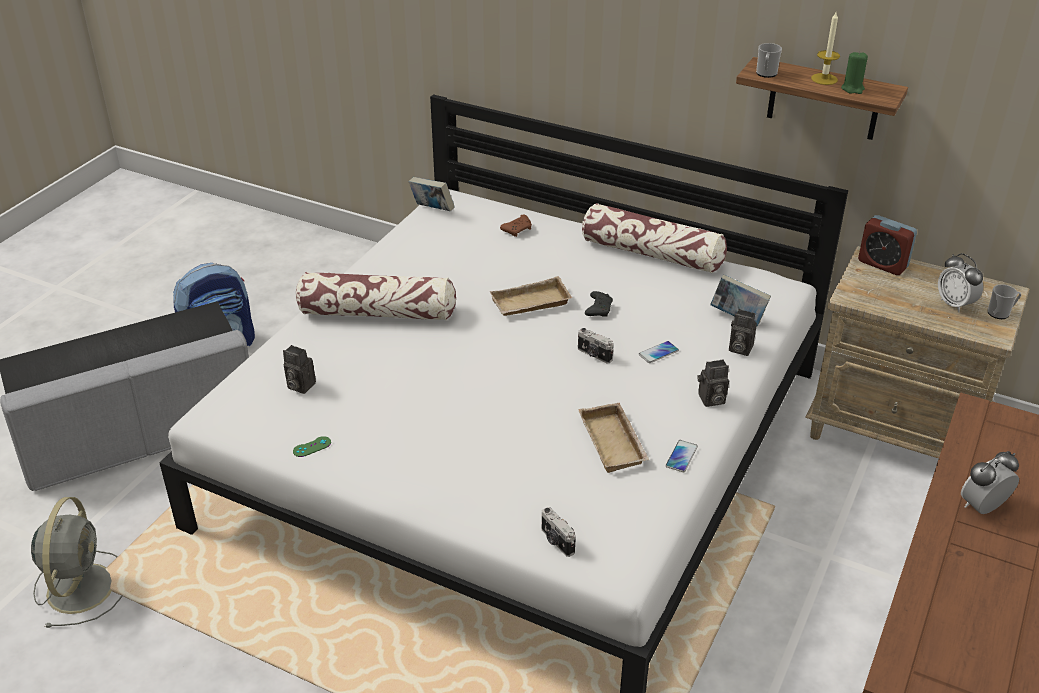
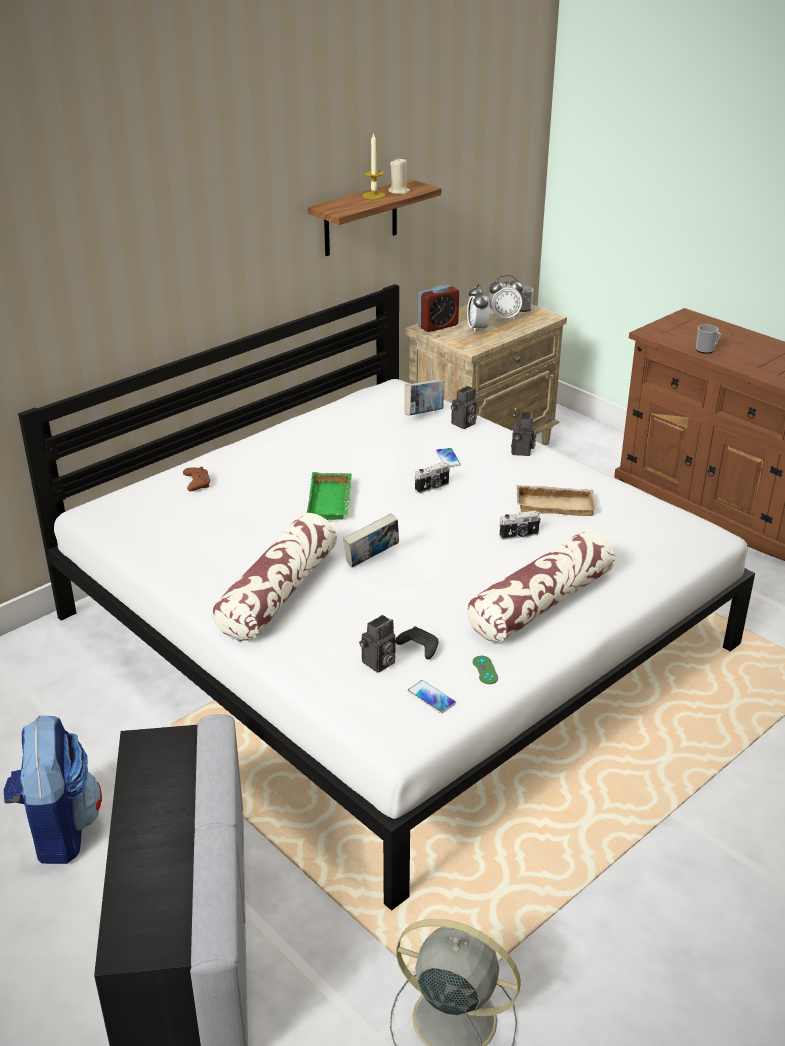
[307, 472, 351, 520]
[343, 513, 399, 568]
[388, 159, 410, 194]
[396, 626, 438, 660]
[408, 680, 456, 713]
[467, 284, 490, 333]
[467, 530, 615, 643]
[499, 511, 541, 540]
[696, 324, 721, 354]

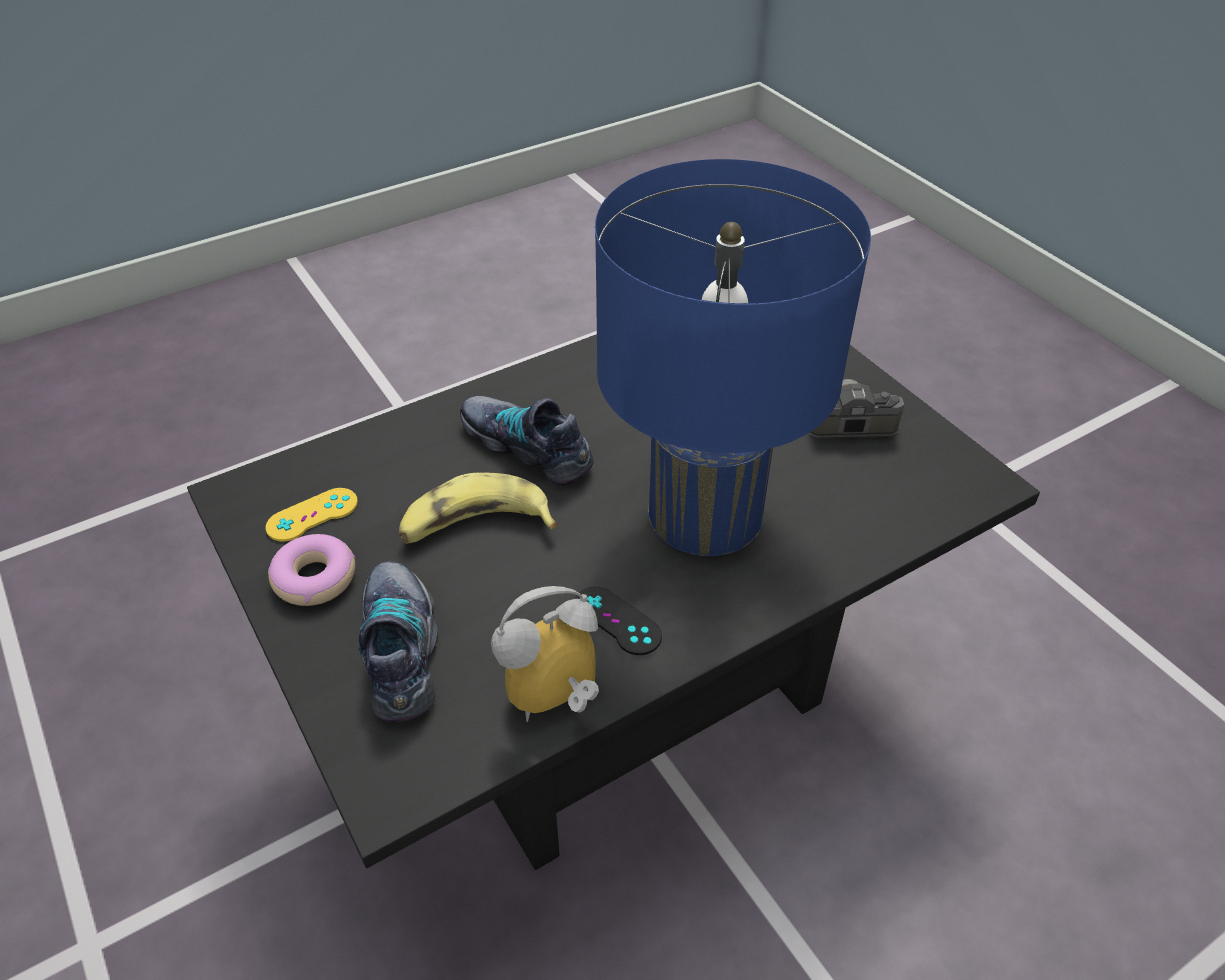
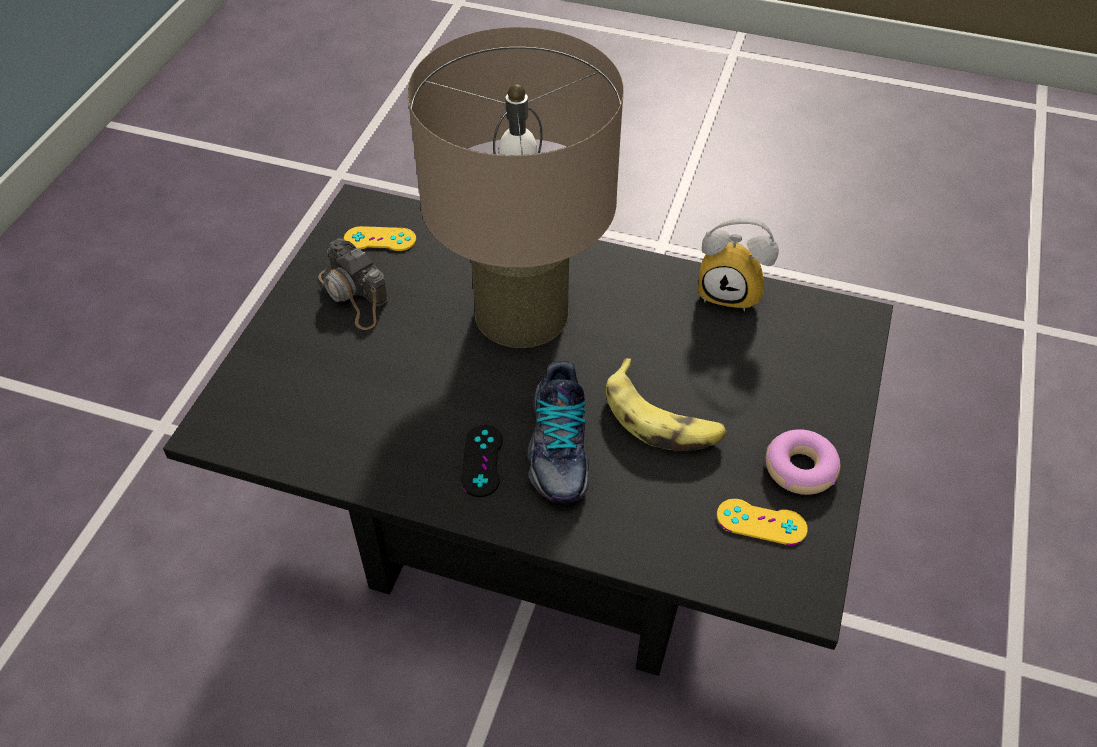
[344, 226, 416, 251]
[407, 27, 624, 348]
[461, 425, 503, 497]
[358, 561, 438, 722] (first image)

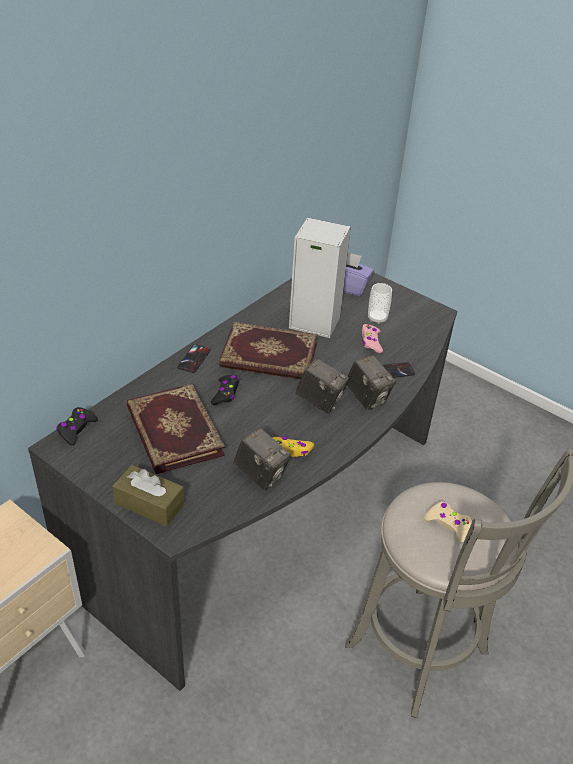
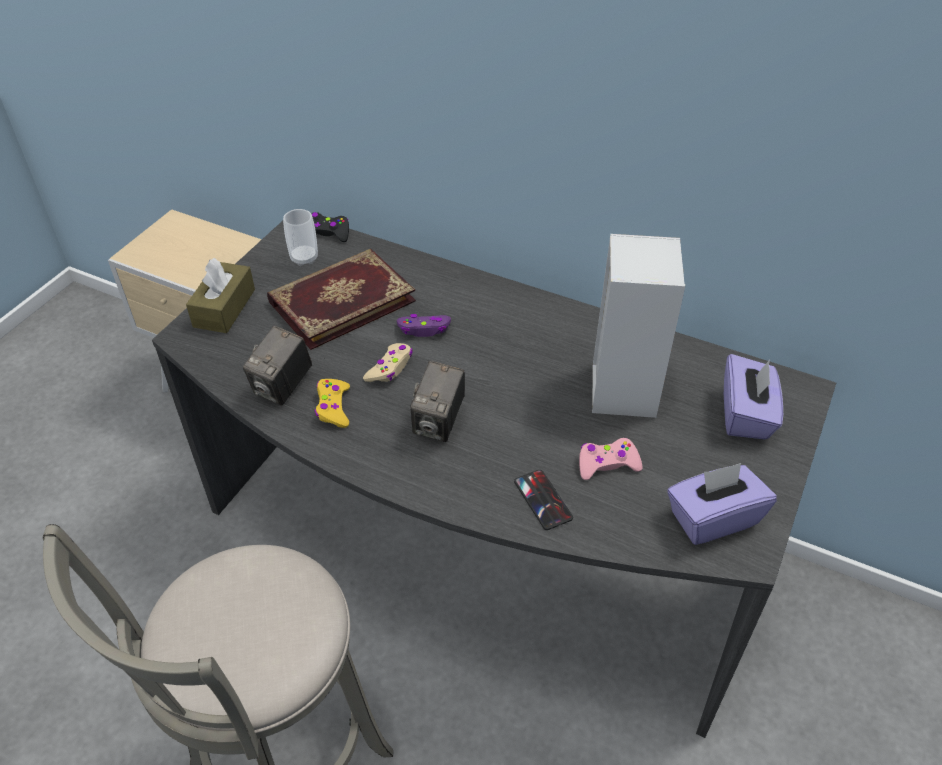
[283, 209, 318, 266]
[363, 343, 413, 382]
[397, 314, 451, 337]
[667, 463, 777, 545]
[177, 344, 211, 373] (first image)
[219, 322, 318, 379] (first image)
[346, 355, 396, 410] (first image)

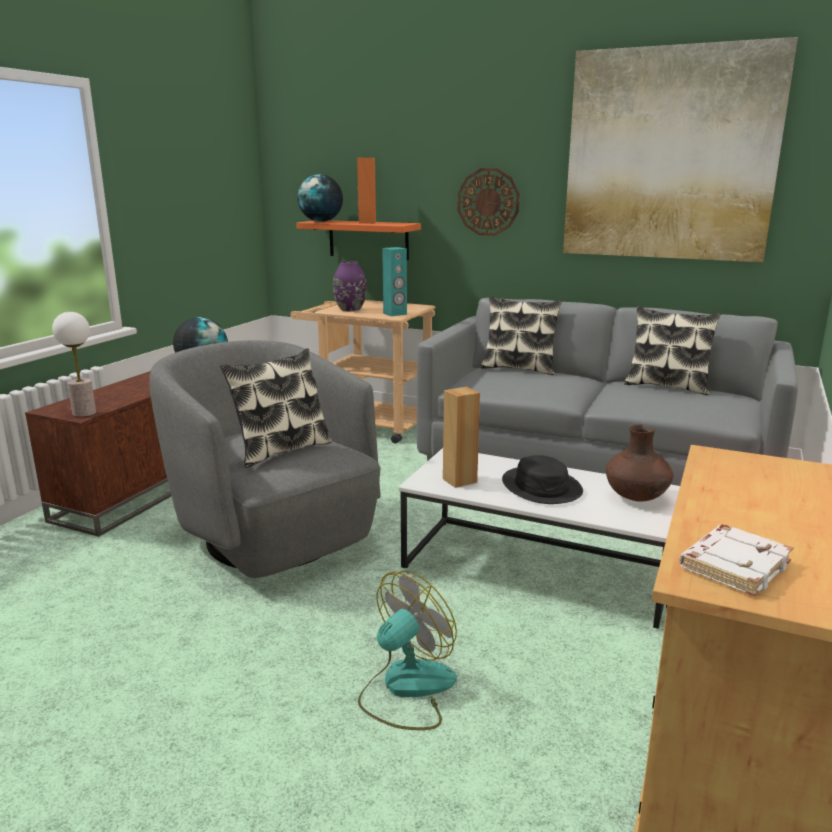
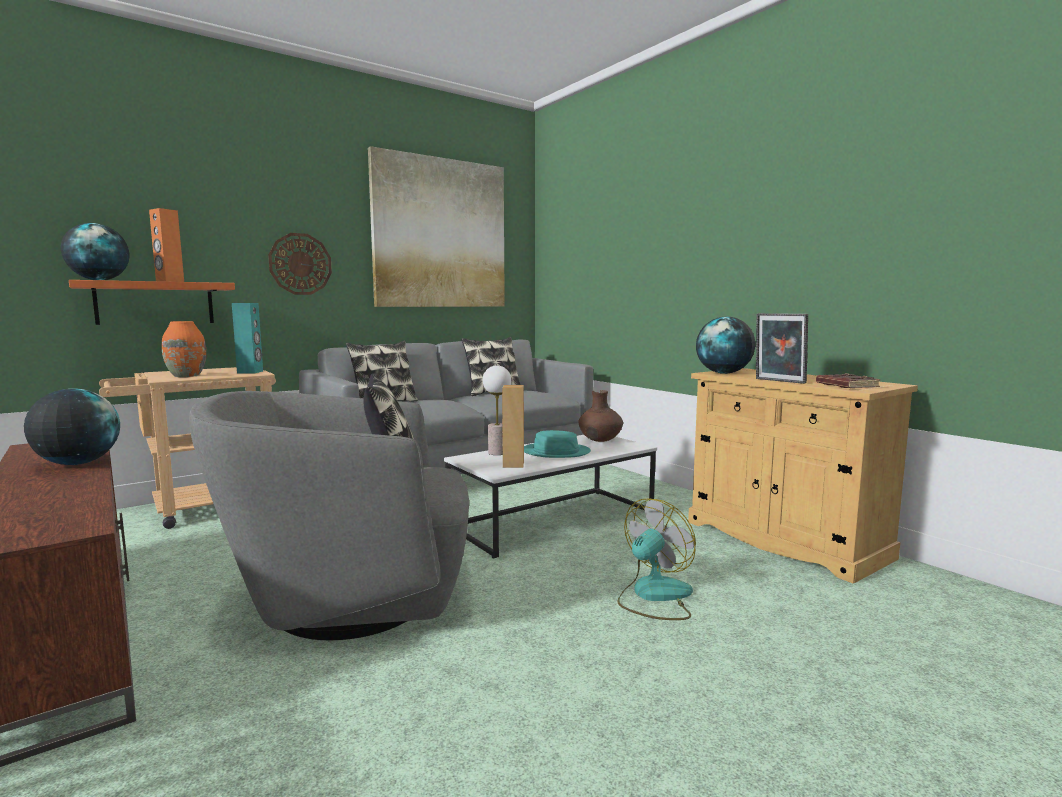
[162, 321, 207, 377]
[483, 365, 511, 455]
[524, 430, 591, 458]
[618, 498, 696, 620]
[696, 316, 755, 374]
[756, 313, 808, 384]
[816, 373, 881, 388]

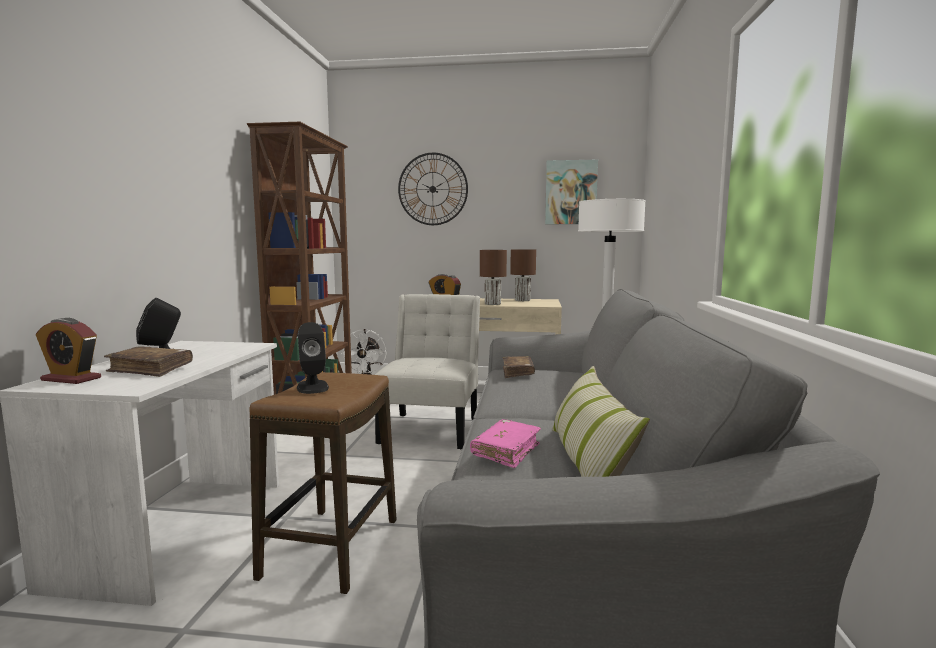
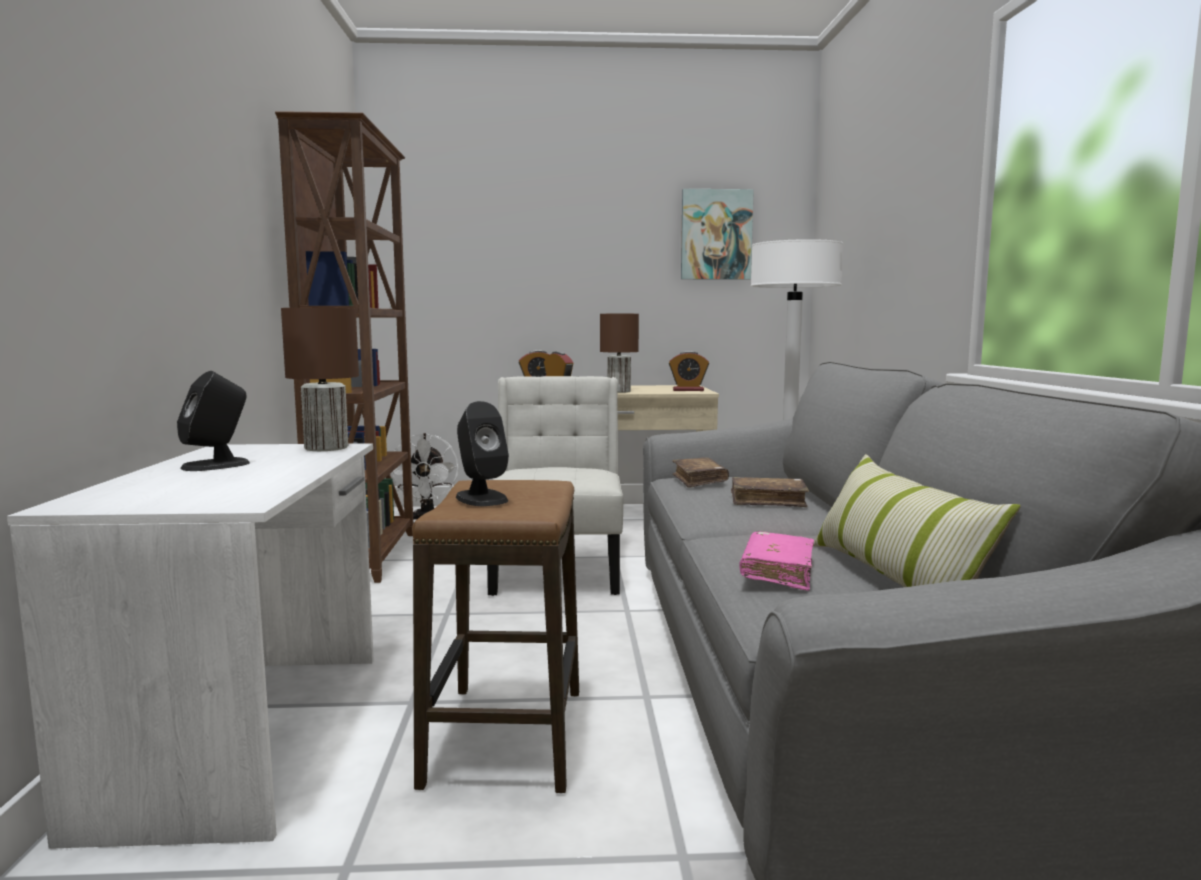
[281, 308, 359, 451]
[669, 351, 709, 391]
[731, 477, 809, 507]
[398, 153, 468, 225] (first image)

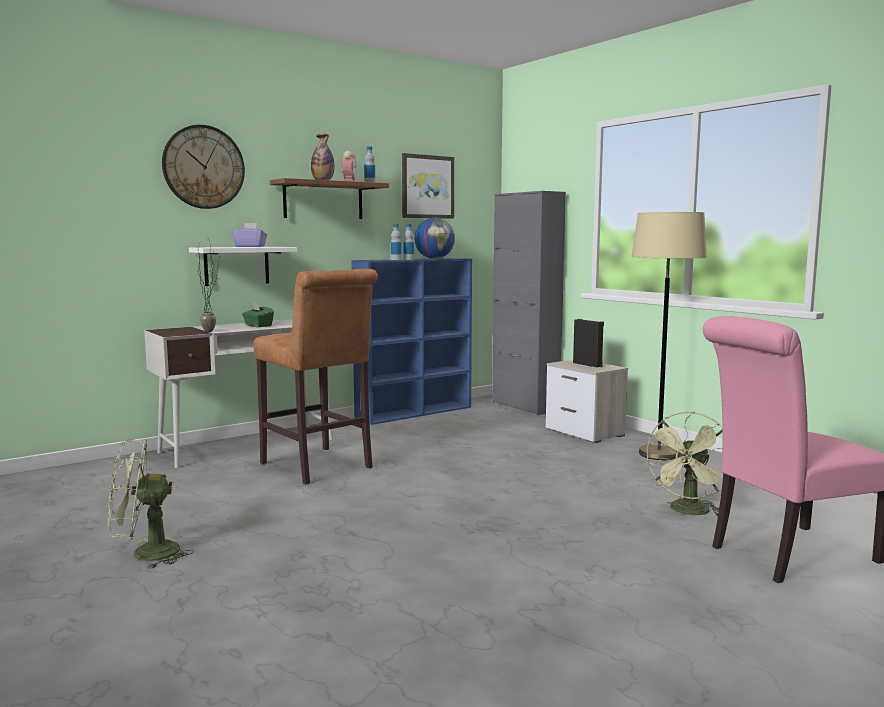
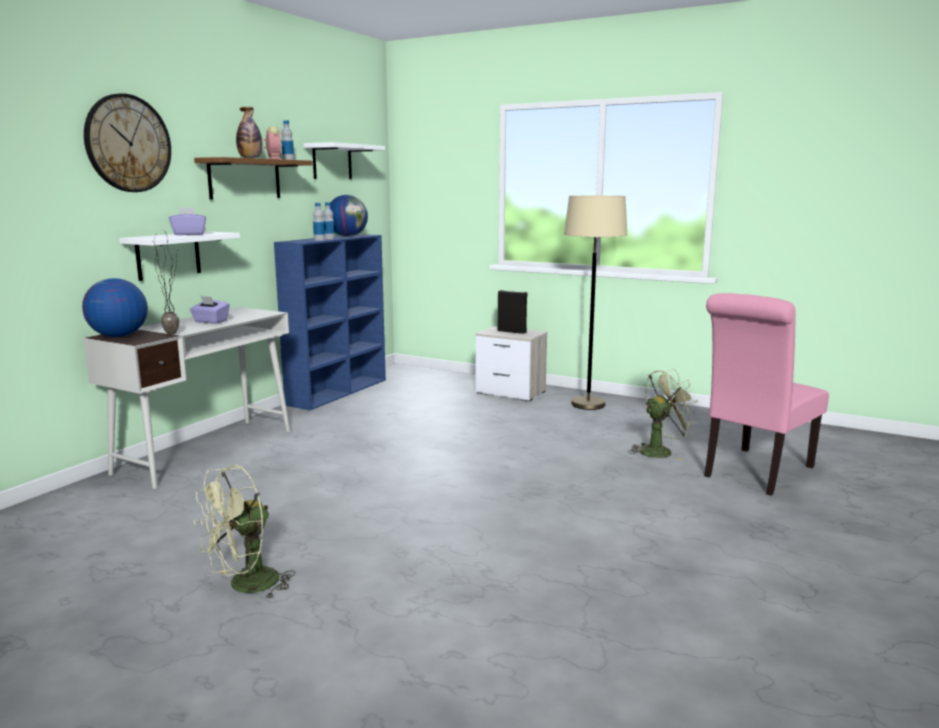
[82, 278, 148, 337]
[190, 296, 230, 324]
[304, 142, 385, 179]
[628, 369, 700, 460]
[253, 269, 378, 484] (first image)
[492, 191, 566, 415] (first image)

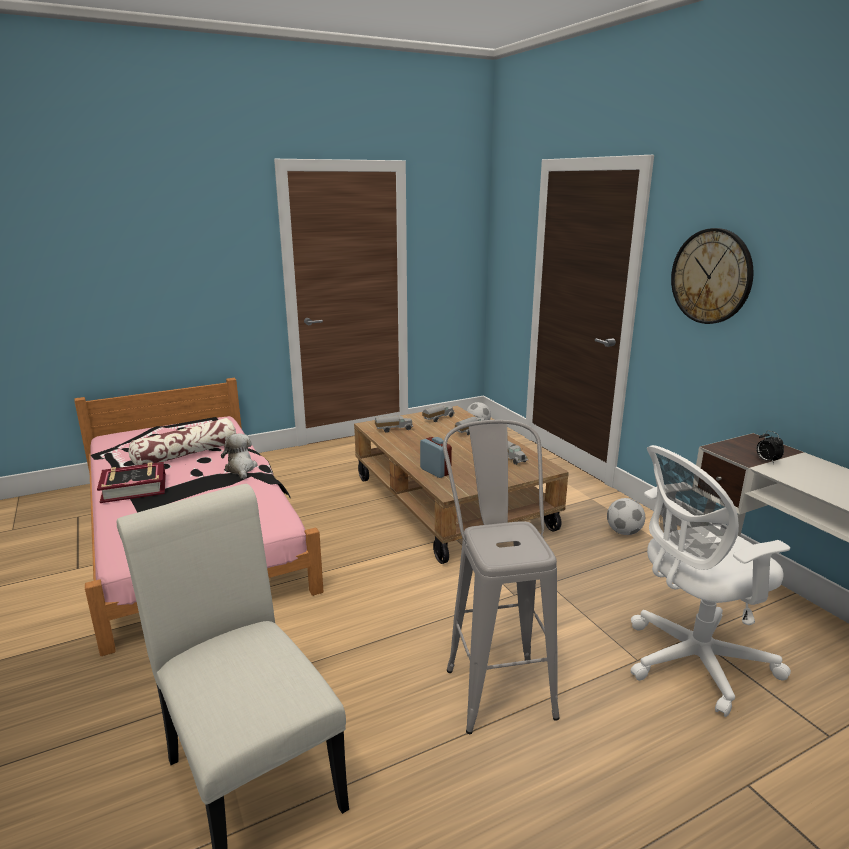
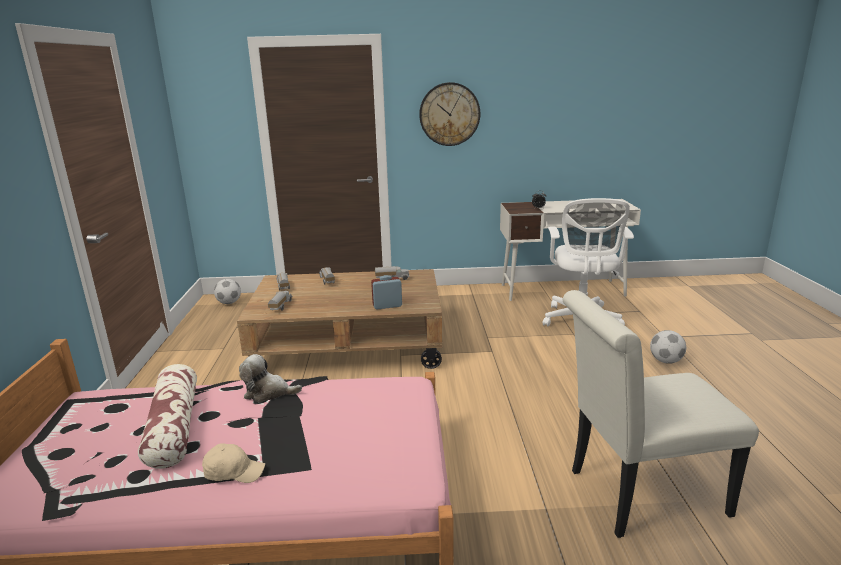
[202, 443, 265, 483]
[650, 330, 686, 364]
[443, 420, 559, 734] (first image)

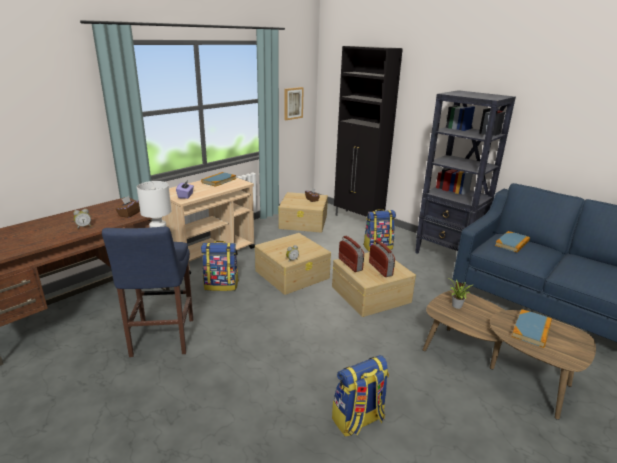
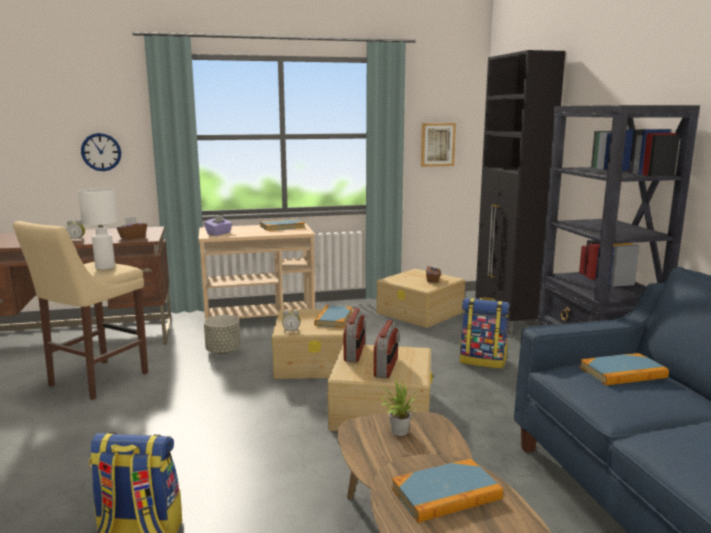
[13, 221, 148, 400]
[81, 133, 121, 171]
[204, 315, 241, 354]
[314, 305, 352, 328]

